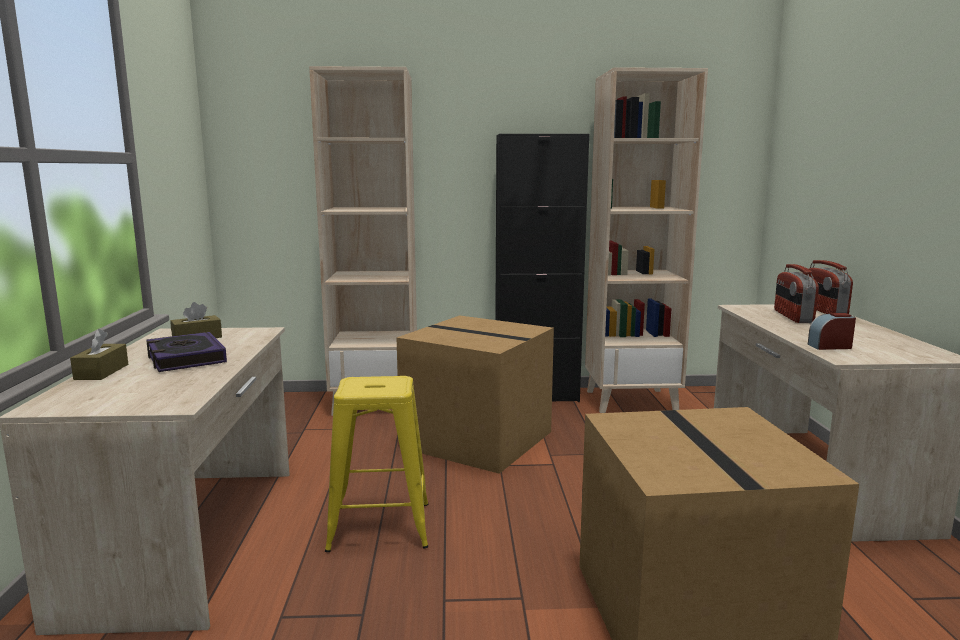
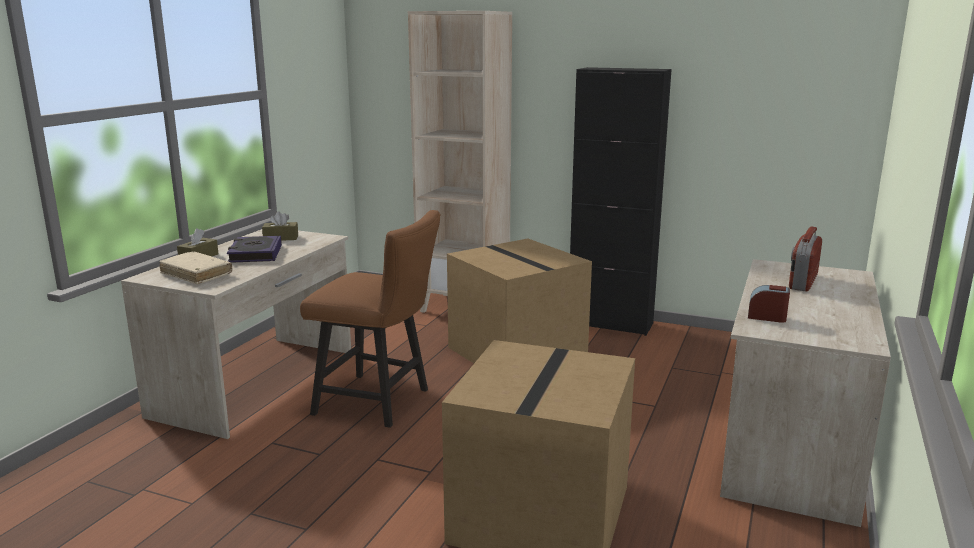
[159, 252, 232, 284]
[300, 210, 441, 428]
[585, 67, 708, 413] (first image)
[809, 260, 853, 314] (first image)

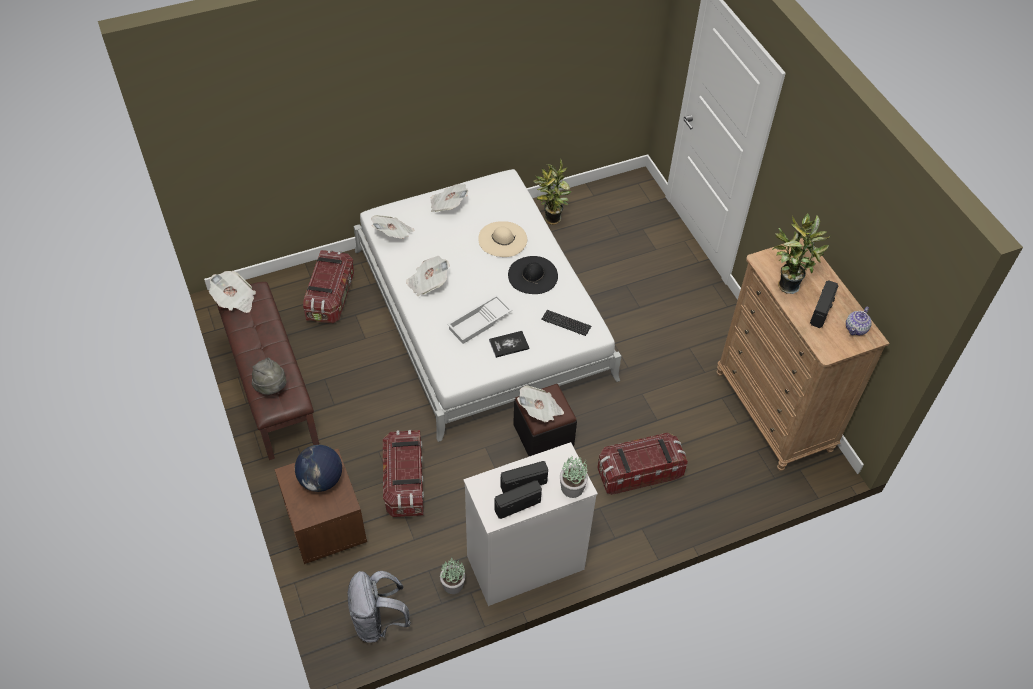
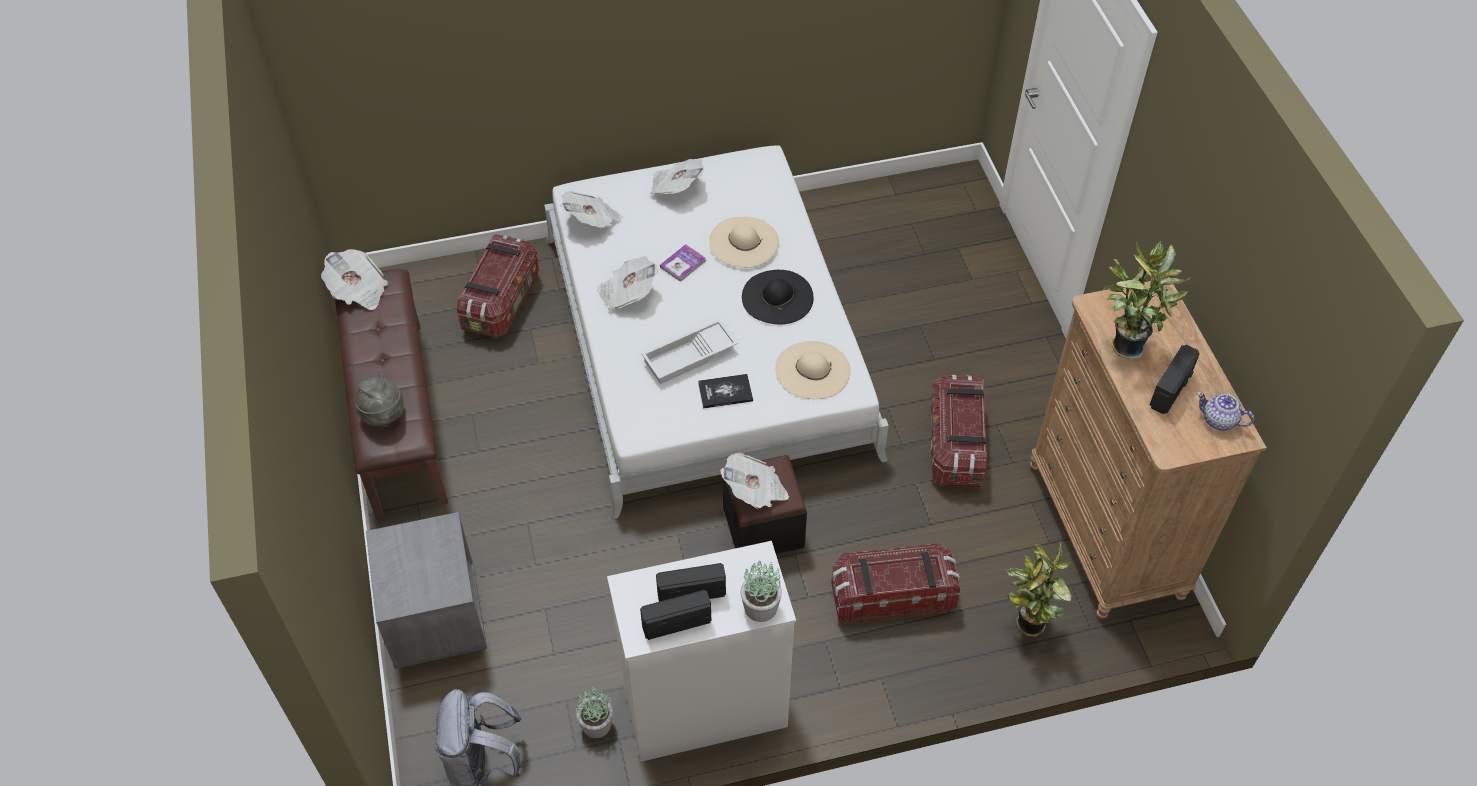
[366, 512, 487, 669]
[660, 244, 706, 282]
[776, 341, 850, 399]
[930, 374, 987, 488]
[1005, 542, 1072, 637]
[1196, 392, 1254, 431]
[295, 445, 342, 492] (first image)

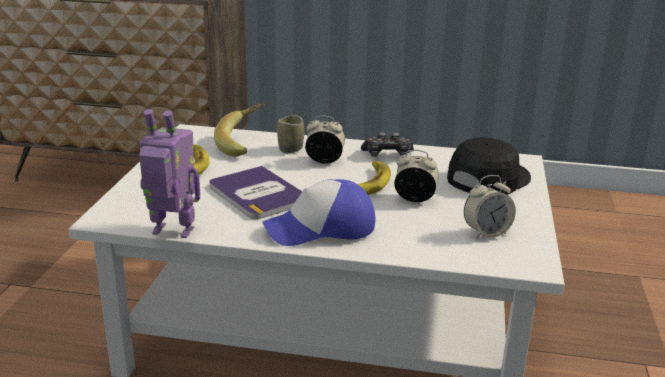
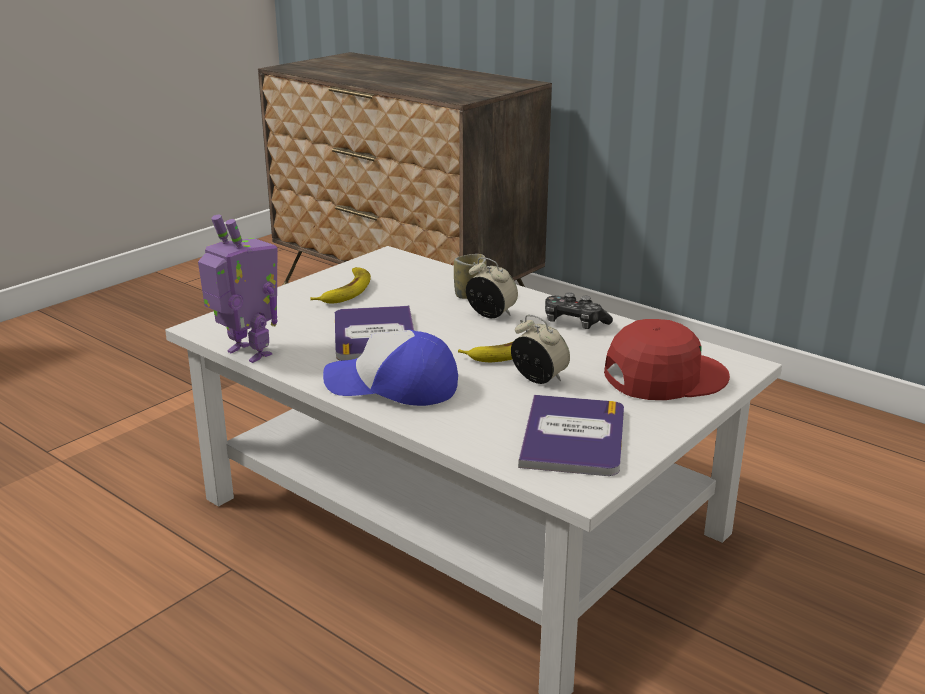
[518, 395, 624, 476]
[604, 319, 730, 400]
[214, 103, 264, 157] (first image)

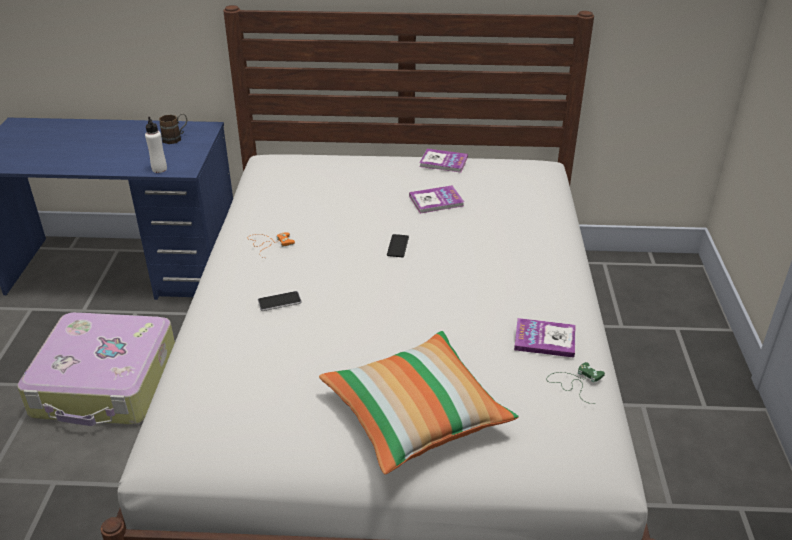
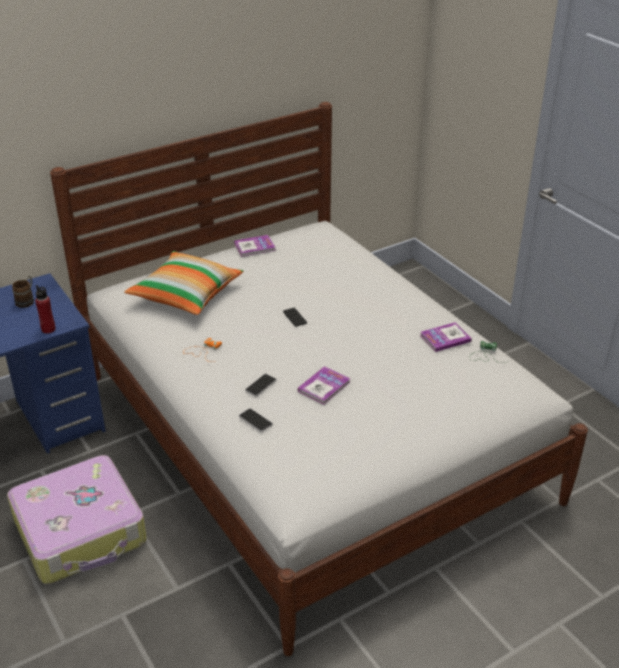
[35, 285, 56, 334]
[124, 251, 243, 315]
[239, 408, 273, 432]
[298, 366, 350, 404]

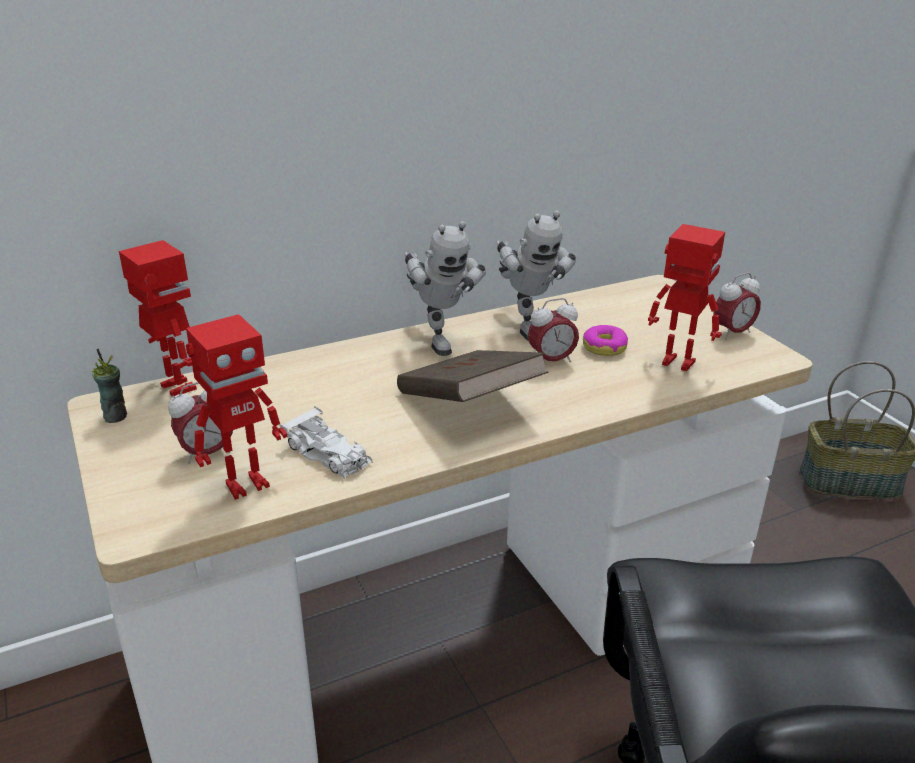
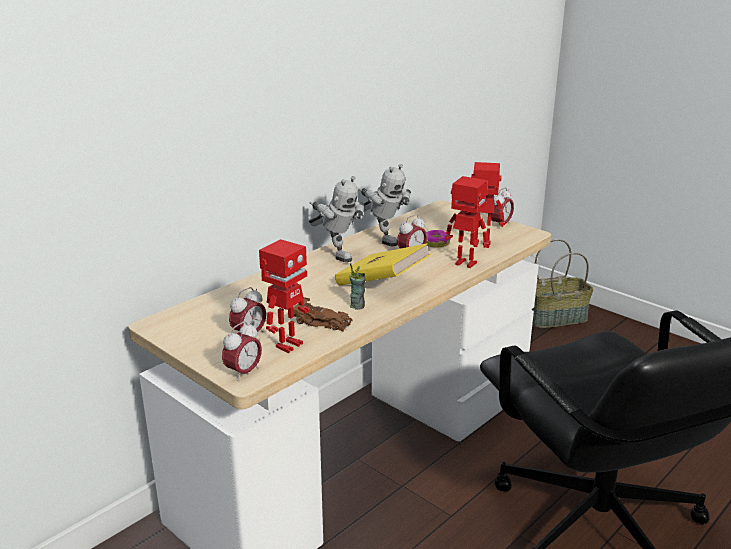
[222, 321, 262, 381]
[294, 297, 353, 332]
[335, 243, 431, 286]
[350, 263, 366, 310]
[446, 176, 490, 268]

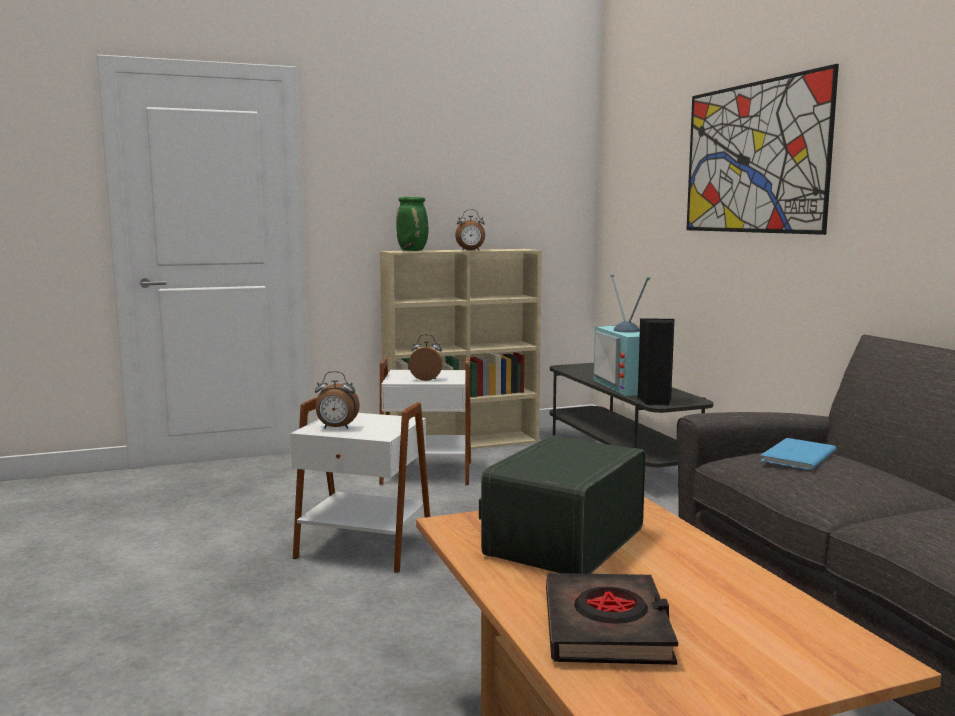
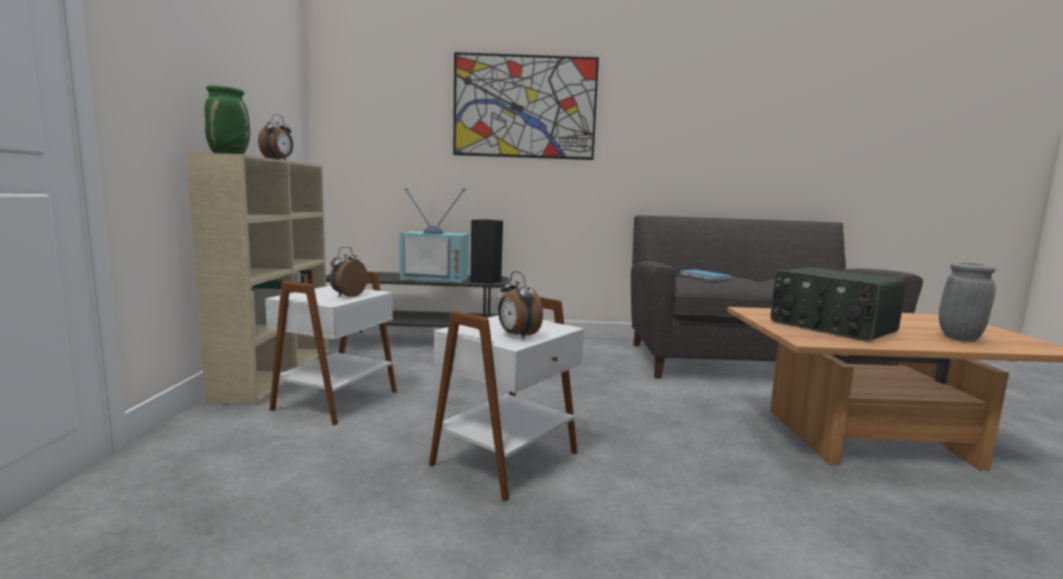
[498, 271, 543, 339]
[939, 263, 996, 342]

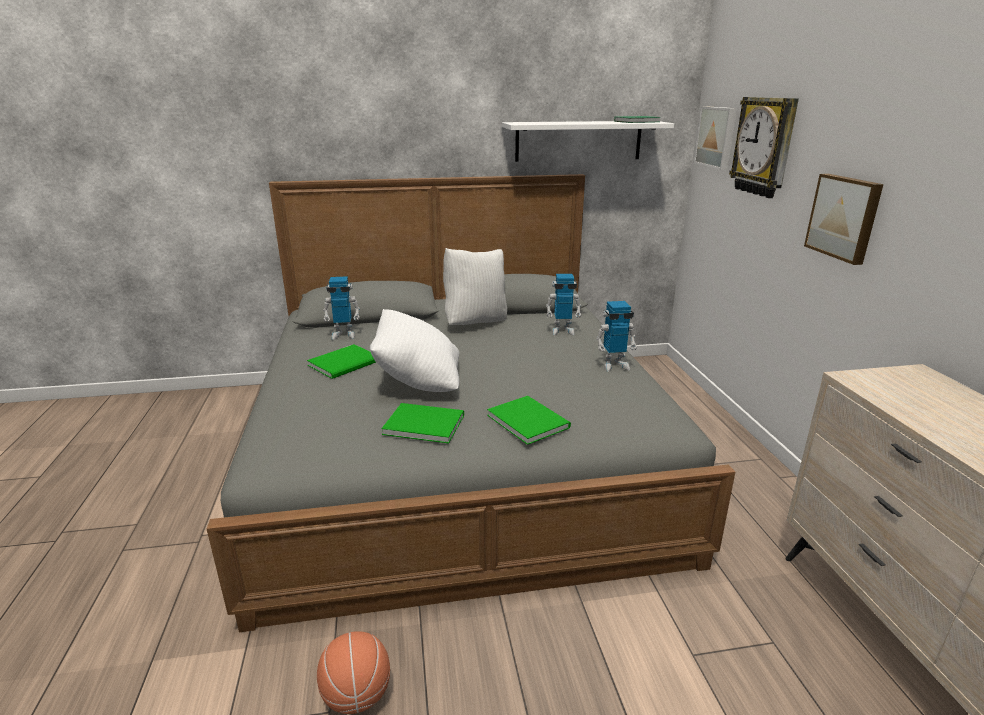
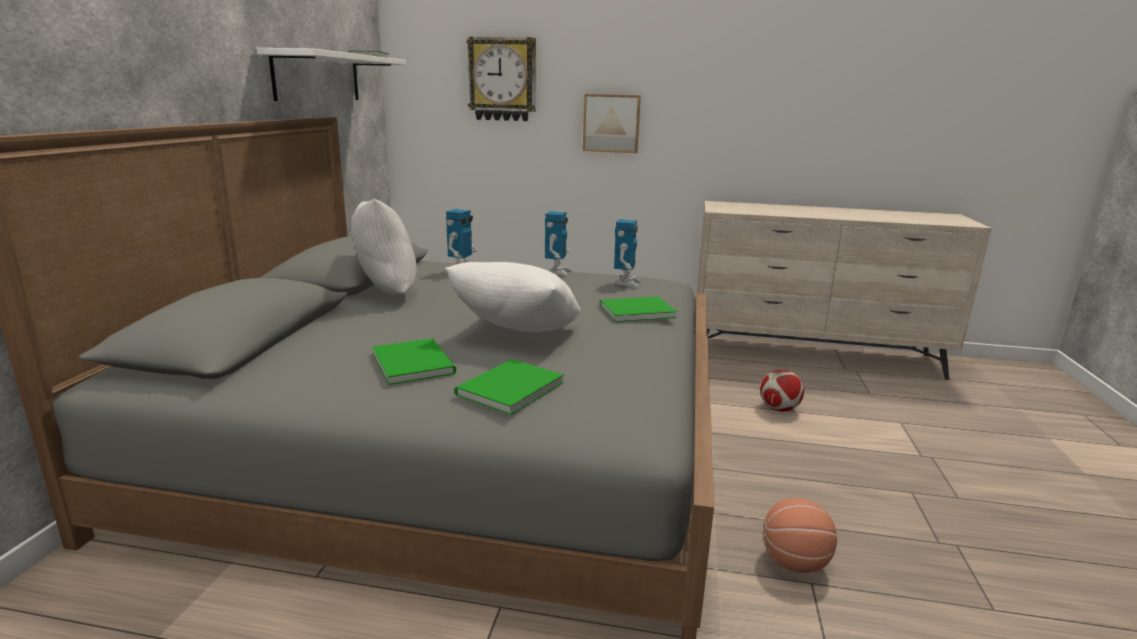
[454, 359, 564, 415]
[614, 219, 641, 288]
[760, 369, 804, 412]
[694, 106, 737, 170] (first image)

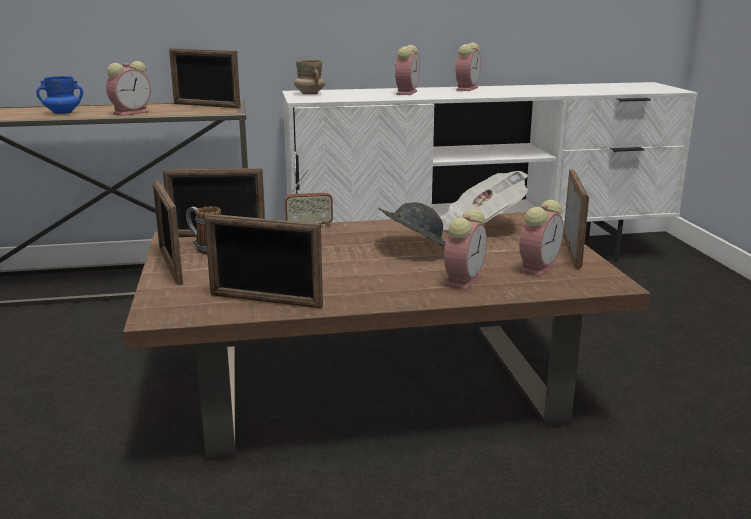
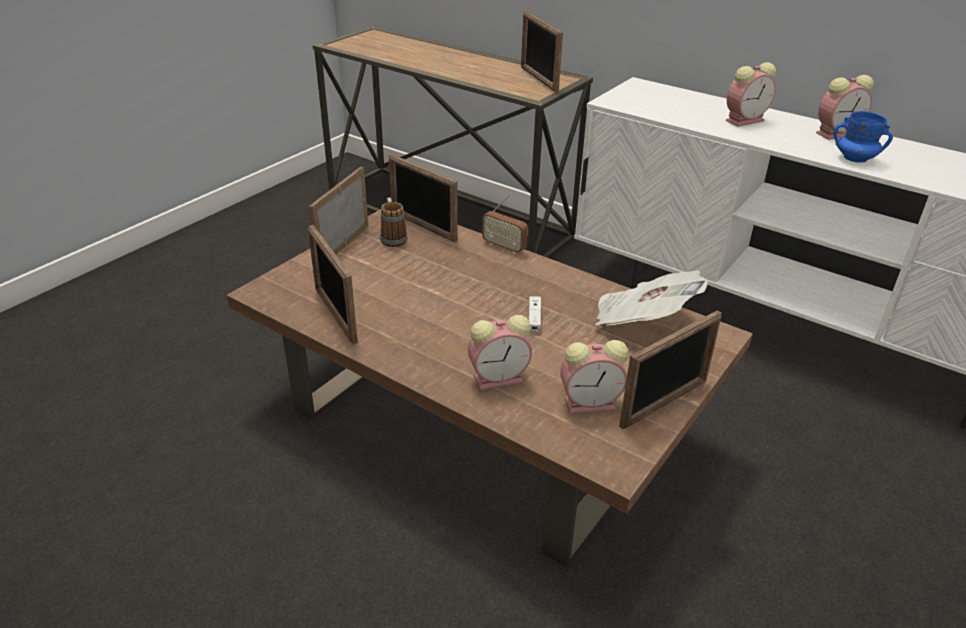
[529, 296, 541, 333]
[833, 111, 893, 163]
[106, 61, 151, 116] (first image)
[294, 60, 325, 94] (first image)

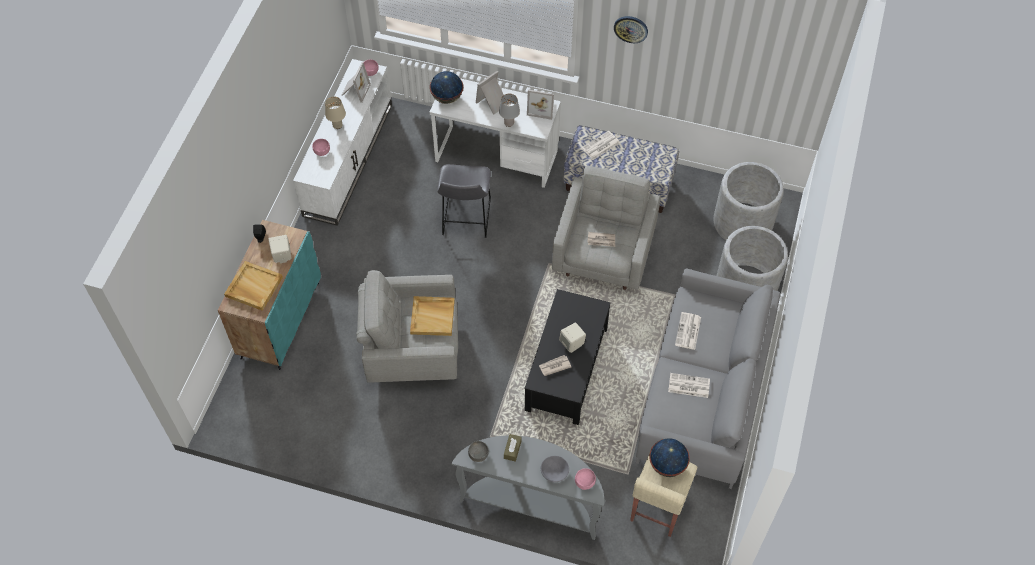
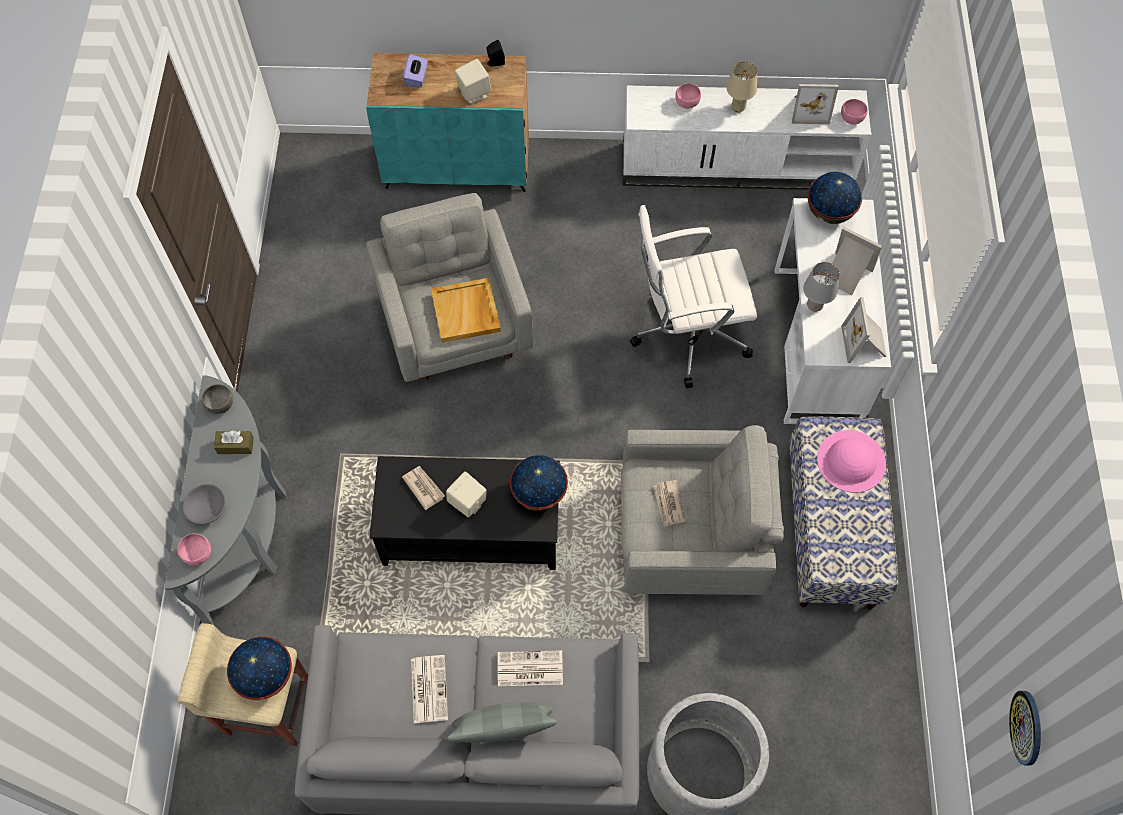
[403, 54, 428, 88]
[447, 702, 557, 743]
[510, 455, 568, 511]
[630, 205, 757, 388]
[817, 430, 886, 493]
[1009, 691, 1041, 766]
[714, 162, 784, 240] (first image)

